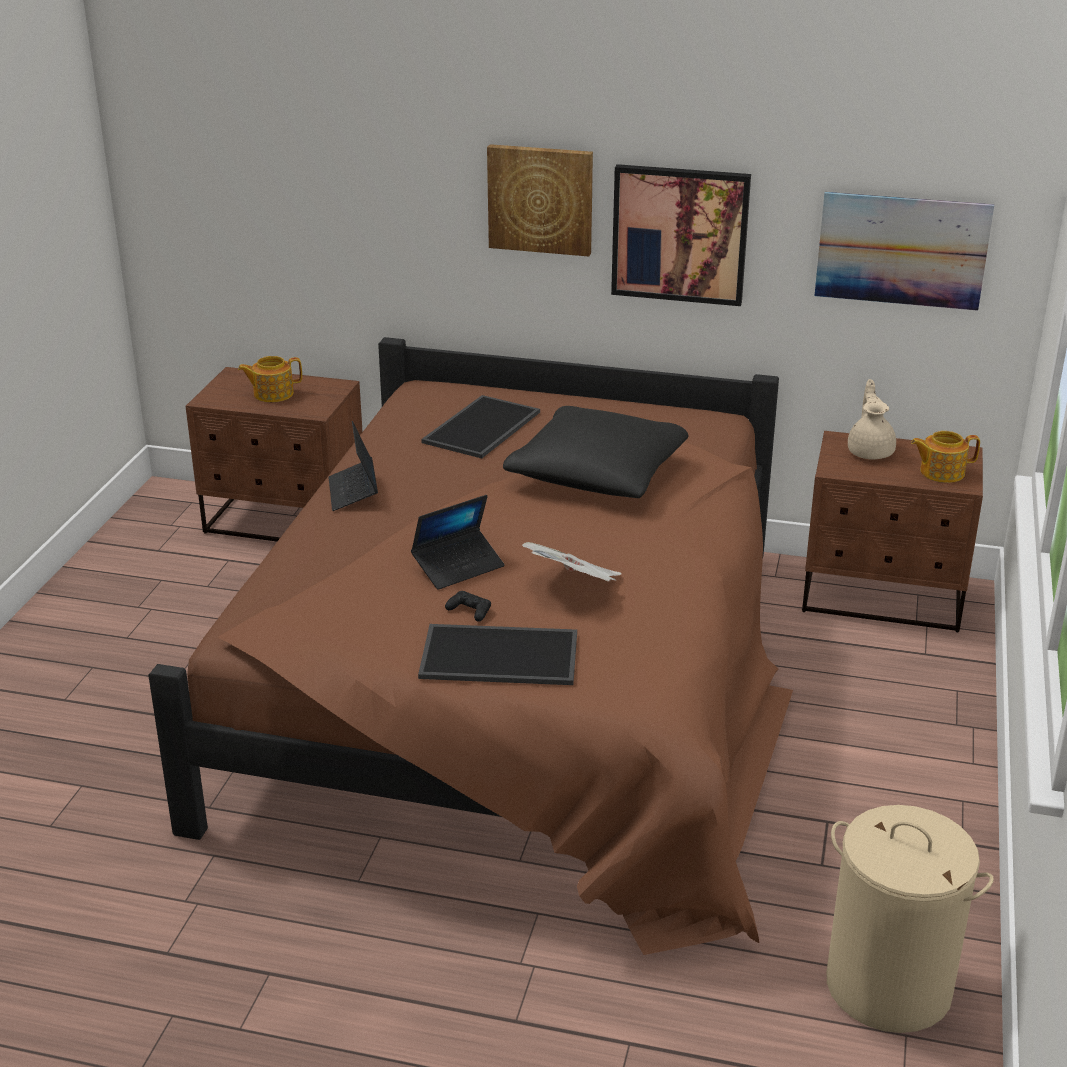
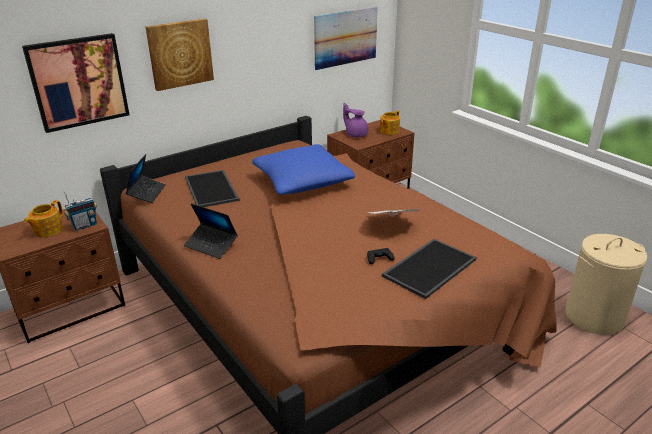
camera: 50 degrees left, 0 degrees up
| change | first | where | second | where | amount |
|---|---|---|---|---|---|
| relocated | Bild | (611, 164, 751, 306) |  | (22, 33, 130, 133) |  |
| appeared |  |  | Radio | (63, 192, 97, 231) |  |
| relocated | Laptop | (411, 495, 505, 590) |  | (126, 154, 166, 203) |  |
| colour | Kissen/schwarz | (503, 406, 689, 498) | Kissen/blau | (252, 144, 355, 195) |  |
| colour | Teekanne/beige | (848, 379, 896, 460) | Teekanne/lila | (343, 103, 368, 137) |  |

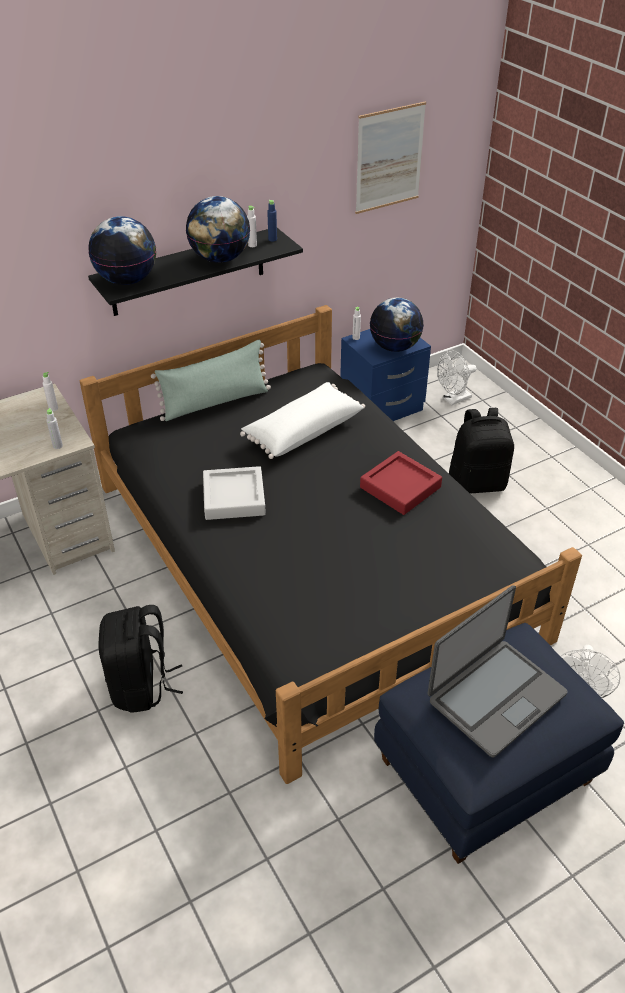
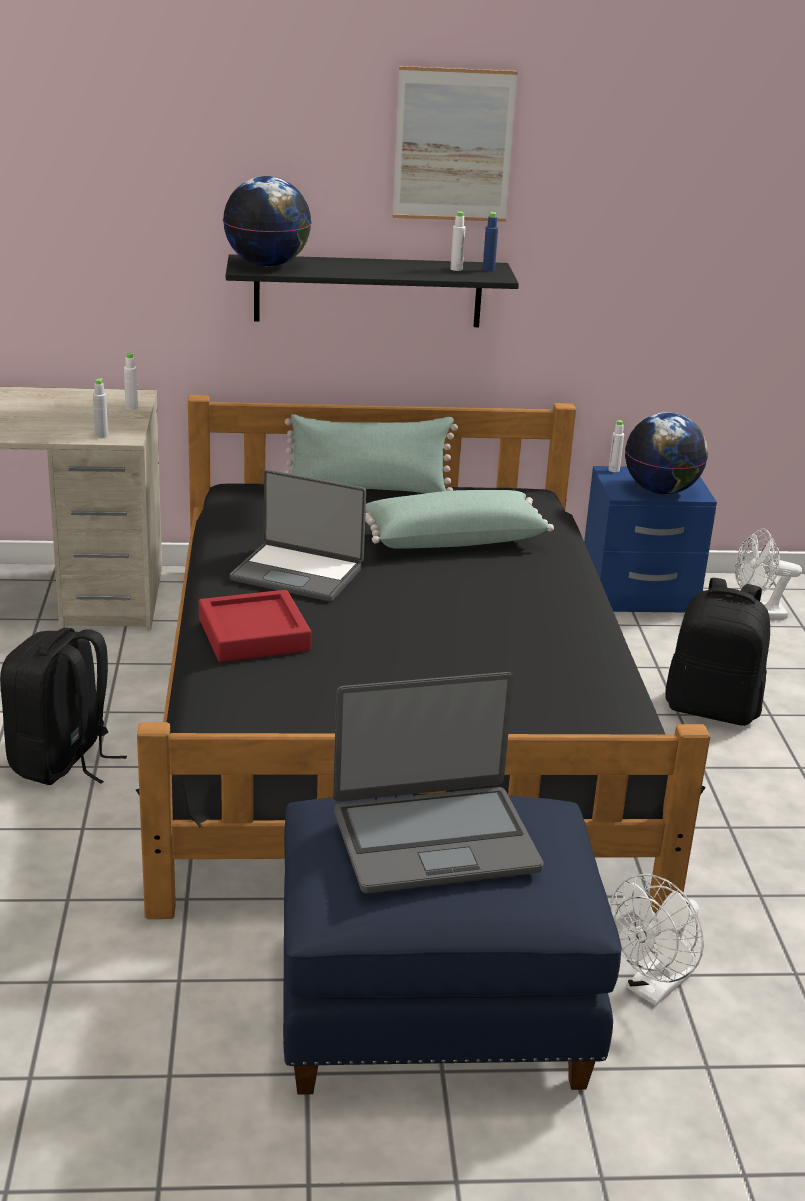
camera: 25 degrees right, 15 degrees down
| change | first | where | second | where | amount |
|---|---|---|---|---|---|
| relocated | Tablett/rot | (360, 451, 442, 515) |  | (199, 590, 311, 662) |  |
| exchanged | Tablett/grau | (203, 466, 266, 520) | Laptop | (230, 469, 366, 602) |  |
| colour | Kissen/weiß | (240, 382, 365, 459) | Kissen/grün | (365, 490, 554, 549) |  |
| relocated | Bild | (355, 102, 426, 214) |  | (393, 66, 518, 222) |  |
| missing | Globus | (186, 196, 250, 263) |  |  |  |

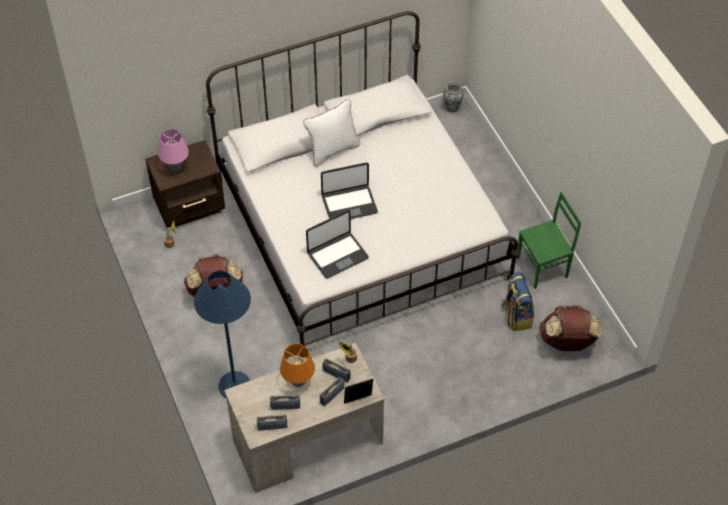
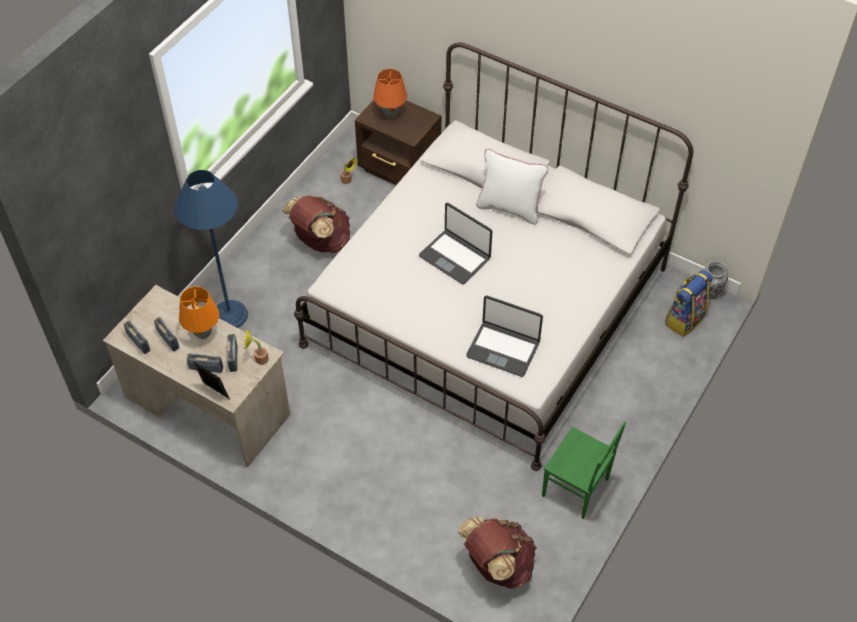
camera: 55 degrees right, 0 degrees up
| change | first | where | second | where | amount |
|---|---|---|---|---|---|
| colour | Tischlampe/rosa | (158, 129, 189, 171) | Tischlampe/orange | (373, 69, 407, 119) |  |
| relocated | Laptop | (306, 210, 369, 279) |  | (466, 296, 543, 377) |  |
| relocated | Rucksack | (502, 272, 534, 331) |  | (665, 270, 712, 337) |  |

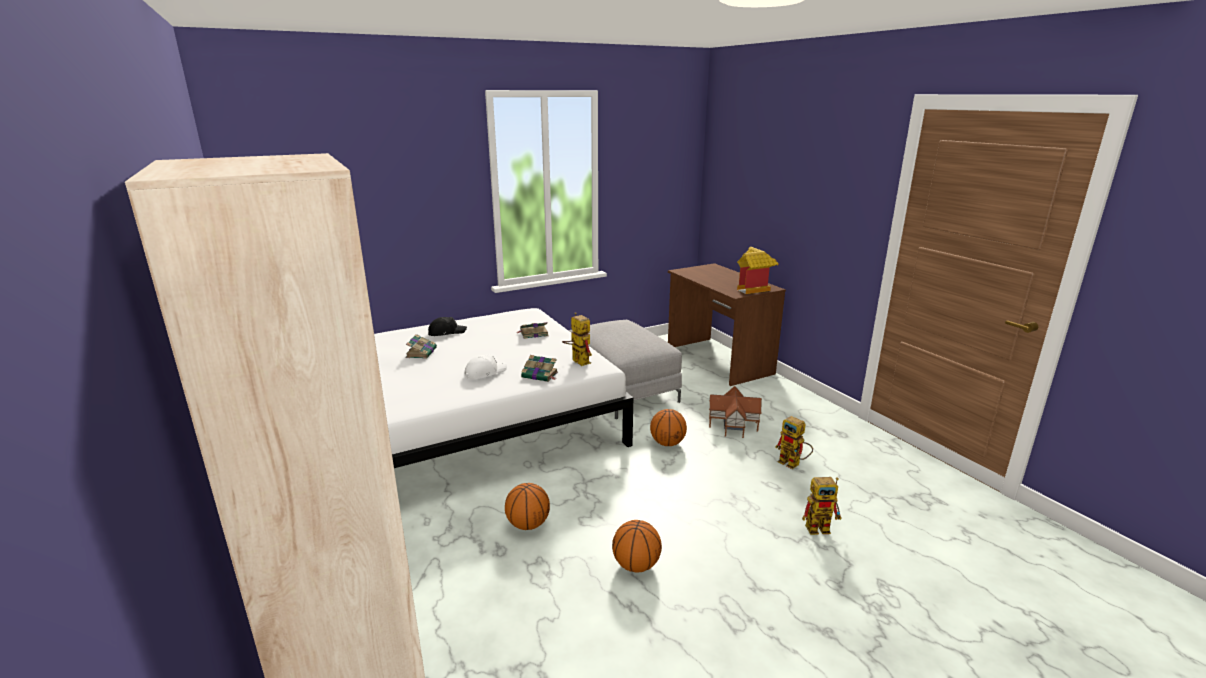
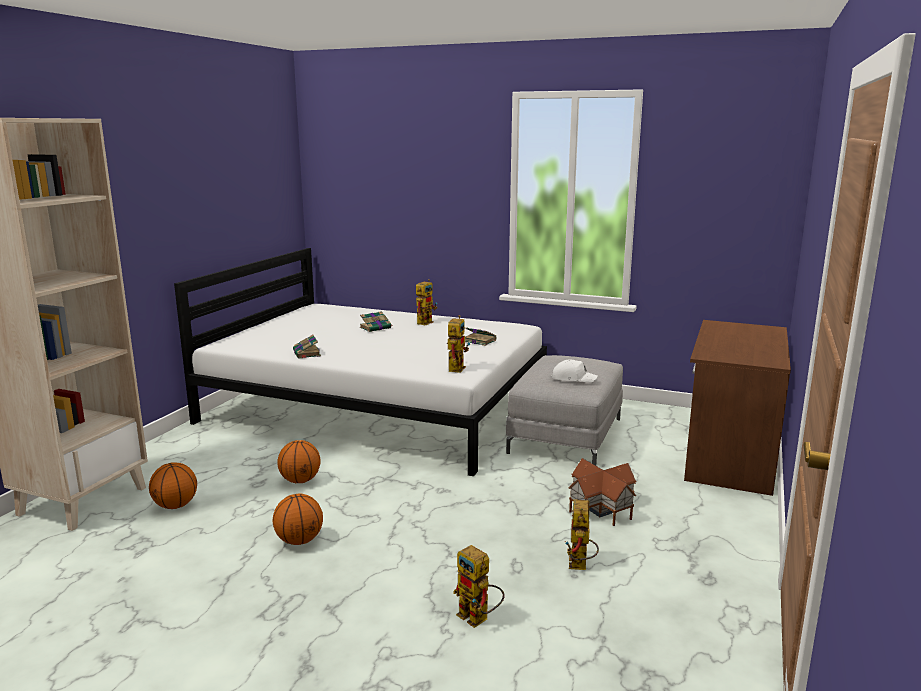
camera: 50 degrees right, 5 degrees down
| change | first | where | second | where | amount |
|---|---|---|---|---|---|
| relocated | Basketball | (650, 409, 687, 446) |  | (149, 462, 197, 509) |  |
| relocated | Buch | (521, 355, 558, 382) |  | (293, 335, 321, 359) |  |
| exchanged | Kappe/schwarz | (428, 317, 467, 336) | Spielzeugroboter | (416, 279, 437, 325) |  |
| relocated | Kappe/weiß | (465, 354, 507, 379) |  | (552, 359, 598, 383) |  |
| missing | Spielzeughaus | (737, 247, 779, 294) |  |  |  |

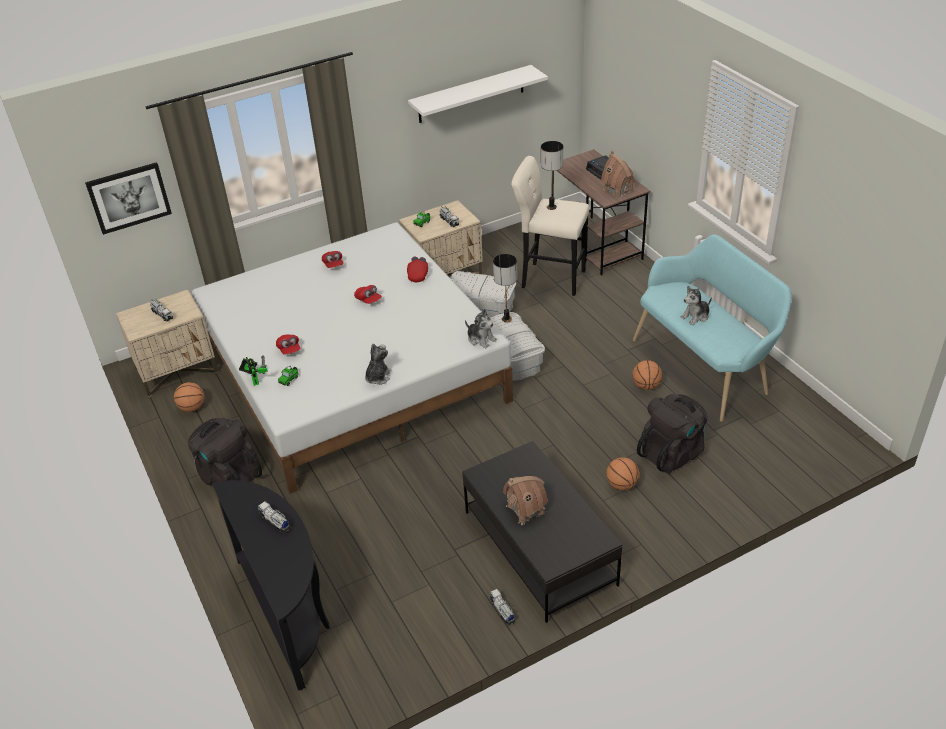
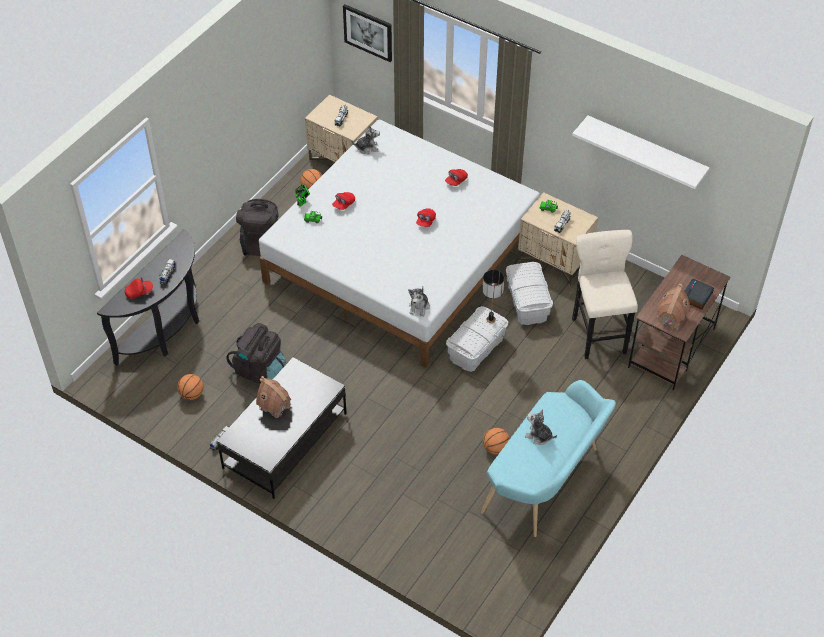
camera: 60 degrees right, 10 degrees up
| change | first | where | second | where | amount |
|---|---|---|---|---|---|
| relocated | Kappe/rot | (407, 257, 428, 282) |  | (125, 277, 153, 299) |  |
| relocated | Basketball | (606, 457, 640, 490) |  | (177, 374, 204, 400) |  |
| relocated | Rucksack/schwarz | (637, 394, 708, 473) |  | (226, 323, 286, 384) |  |
| relocated | Plüschtier | (365, 344, 392, 385) |  | (352, 125, 380, 154) |  |
| missing | Tischlampe | (541, 141, 563, 210) |  |  |  |

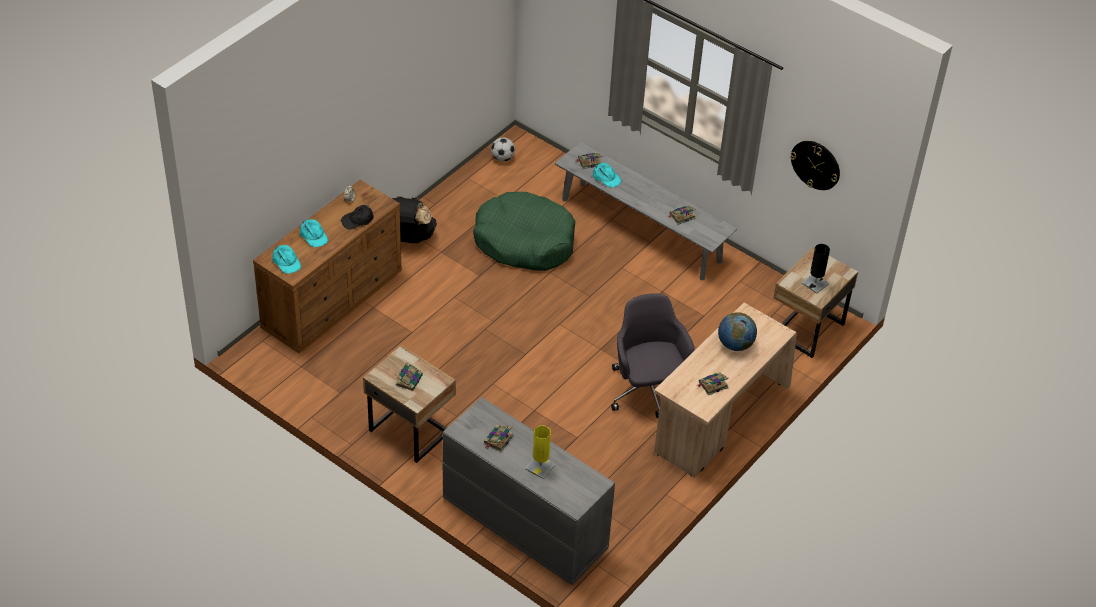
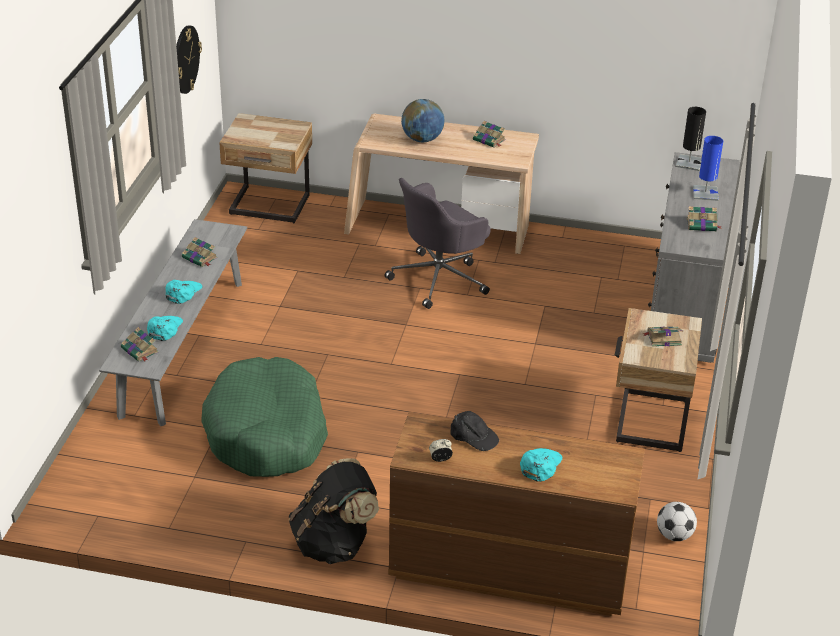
camera: 115 degrees left, 10 degrees down
| change | first | where | second | where | amount |
|---|---|---|---|---|---|
| relocated | Kappe/türkis | (272, 245, 301, 274) |  | (166, 280, 203, 304) |  |
| relocated | Fußball | (491, 137, 515, 162) |  | (657, 502, 697, 541) |  |
| relocated | Tischlampe/schwarz | (802, 244, 830, 294) |  | (676, 107, 706, 171) |  |
| colour | Tischlampe/gelb | (525, 426, 556, 479) | Tischlampe/blau | (693, 136, 723, 201) |  |

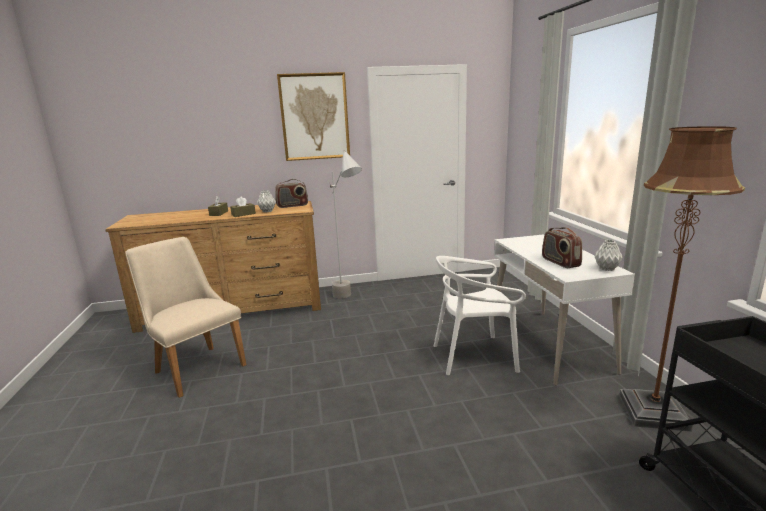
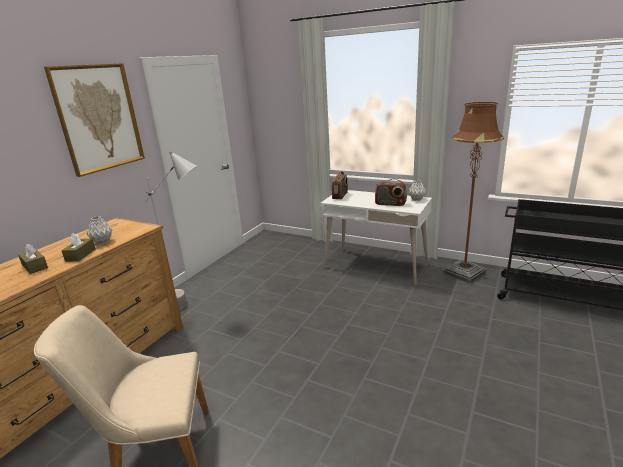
camera: 50 degrees left, 5 degrees up
| change | first | where | second | where | amount |
|---|---|---|---|---|---|
| relocated | Radio | (275, 179, 308, 208) |  | (332, 171, 348, 199) |  |
| missing | Stuhl/weiß | (434, 256, 526, 375) |  |  |  |

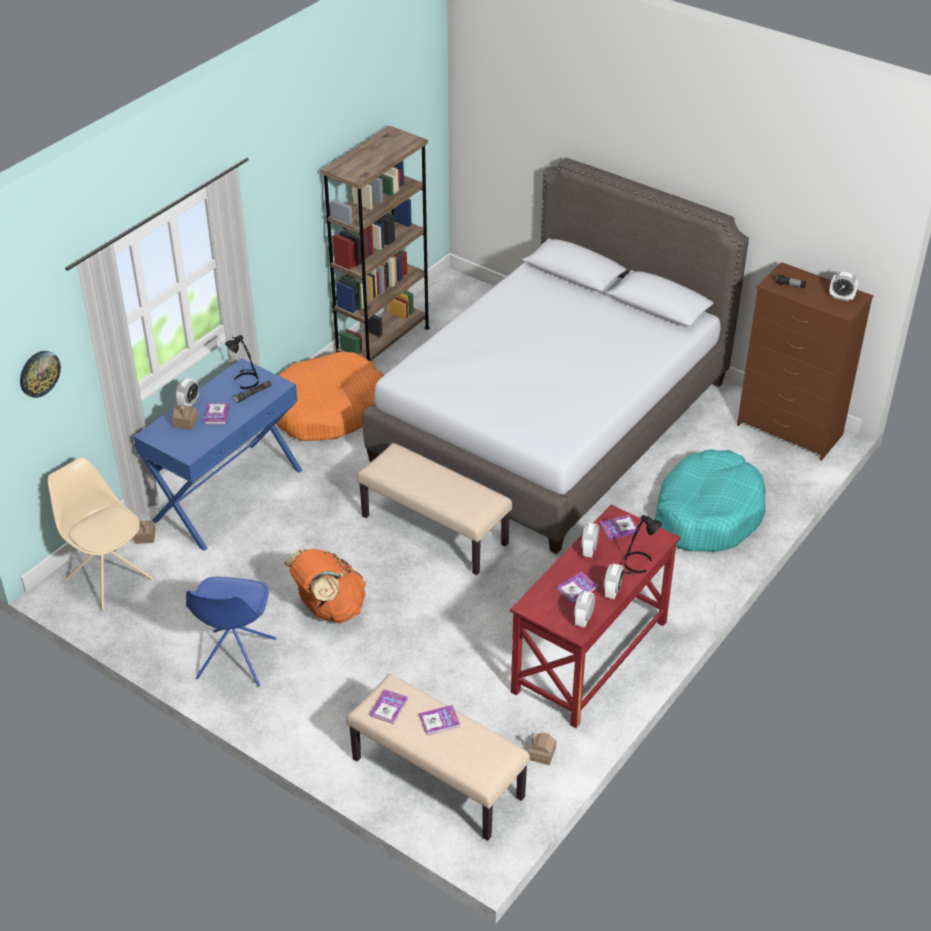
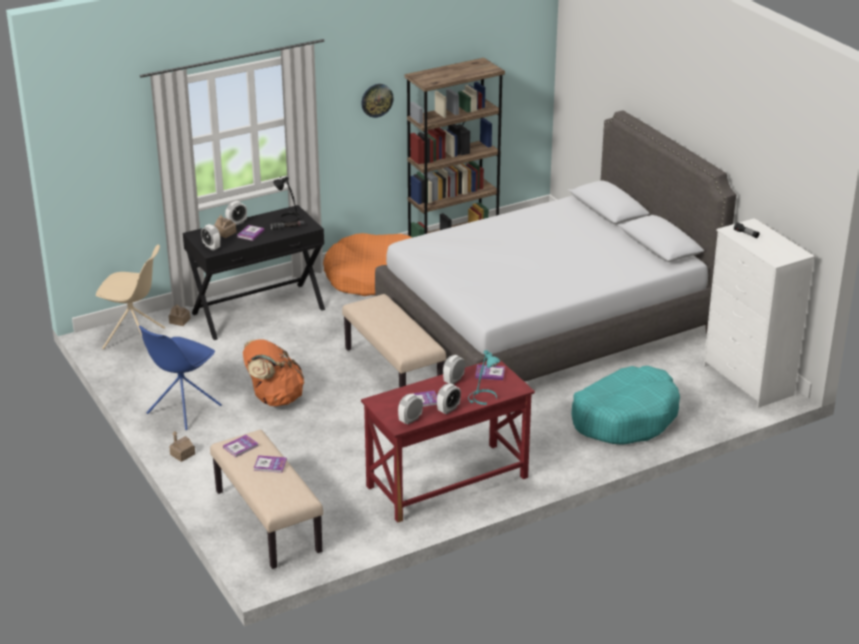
camera: 25 degrees right, 10 degrees down
| change | first | where | second | where | amount |
|---|---|---|---|---|---|
| spun | Stuhl/beige | (48, 457, 153, 610) |  | (96, 244, 165, 350) | 120 degrees clockwise |
| relocated | Spielzeughaus | (529, 732, 556, 765) |  | (169, 431, 195, 462) |  |
| colour | Konsolentisch/blau | (134, 358, 302, 551) | Konsolentisch/schwarz | (183, 205, 325, 340) |  |
| relocated | Wecker | (830, 271, 858, 301) |  | (201, 224, 220, 251) |  |
| relocated | Wanduhr | (20, 351, 61, 398) |  | (361, 84, 394, 118) |  |
| colour | Tischlampe/schwarz | (621, 515, 662, 575) | Tischlampe/türkis | (468, 350, 500, 405) |  |
| colour | Kommode/braun | (737, 262, 873, 461) | Kommode/weiß | (703, 218, 815, 408) |  |

